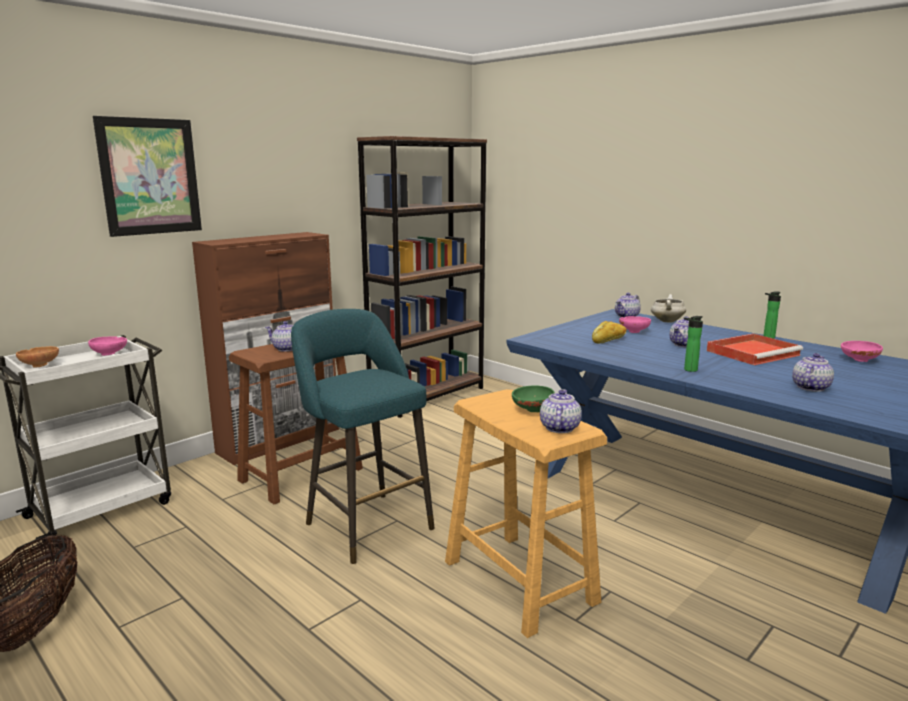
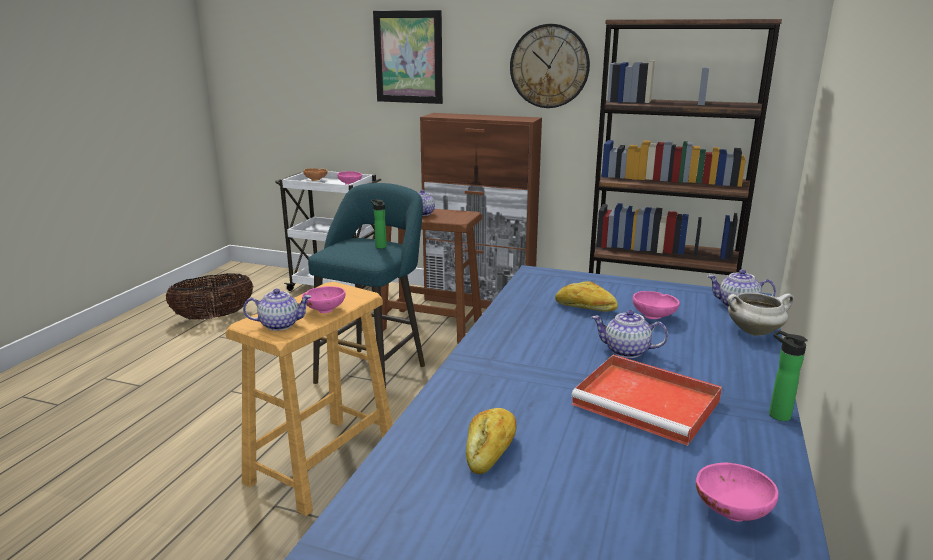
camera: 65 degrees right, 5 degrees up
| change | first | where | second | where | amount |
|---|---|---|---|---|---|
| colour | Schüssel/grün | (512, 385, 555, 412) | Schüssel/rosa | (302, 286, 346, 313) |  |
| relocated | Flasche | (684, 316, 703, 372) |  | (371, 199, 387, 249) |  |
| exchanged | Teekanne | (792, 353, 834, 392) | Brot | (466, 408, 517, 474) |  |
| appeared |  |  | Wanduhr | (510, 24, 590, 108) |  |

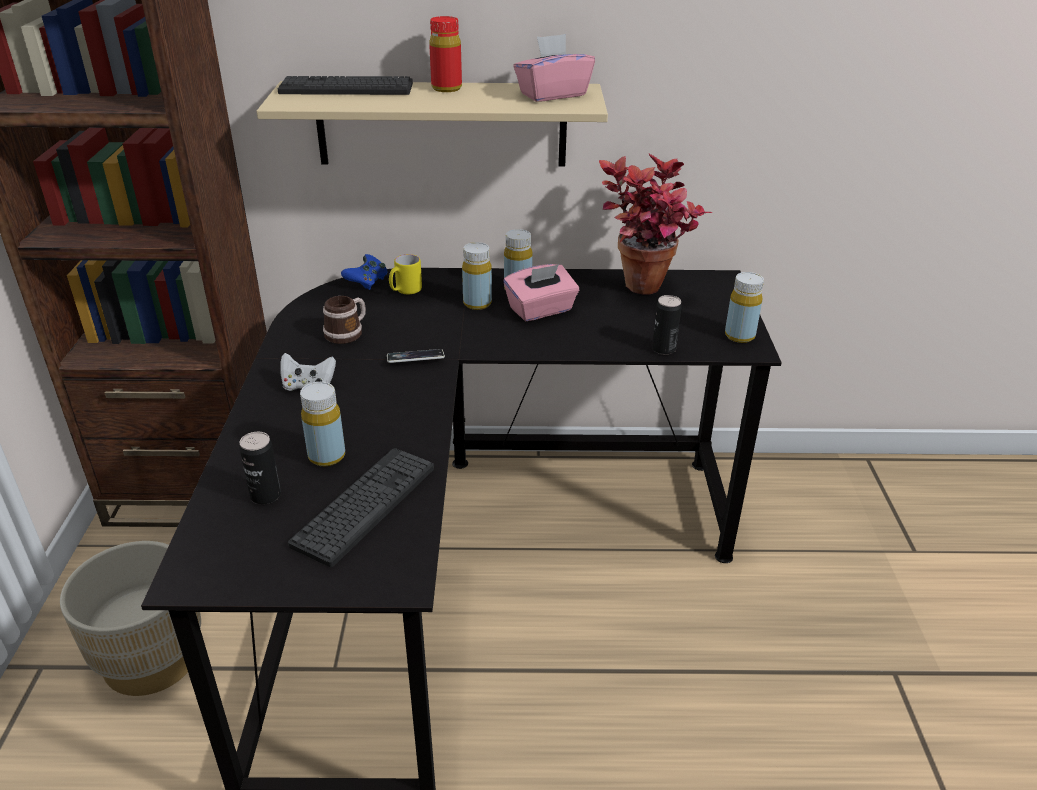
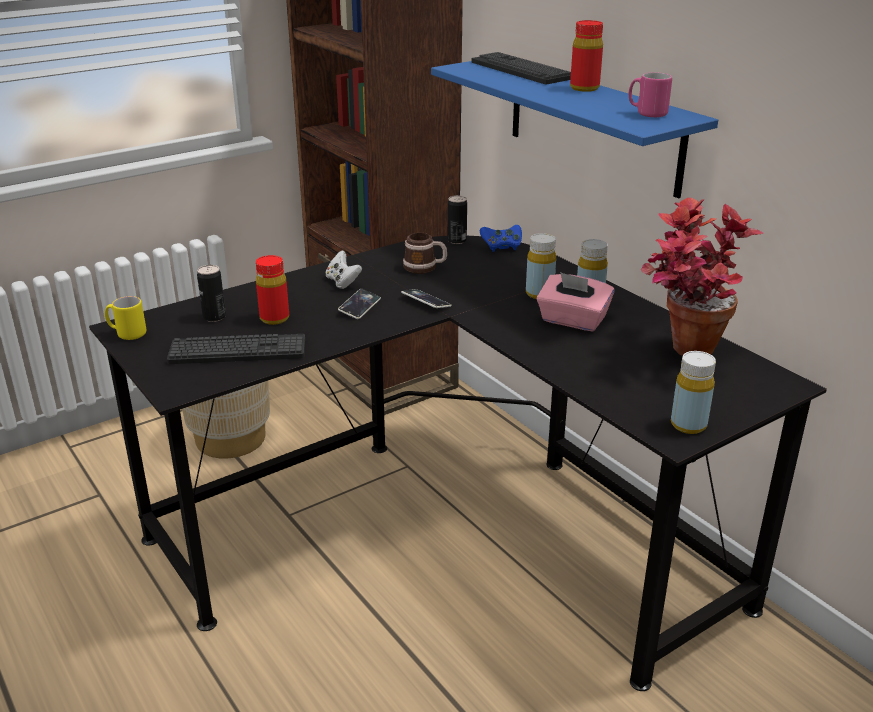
camera: 55 degrees right, 5 degrees down
| change | first | where | second | where | amount |
|---|---|---|---|---|---|
| relocated | Henkelbecher/gelb | (389, 254, 422, 294) |  | (105, 296, 146, 340) |  |
| colour | Flasche/gelb | (300, 382, 345, 466) | Flasche/rot | (256, 255, 289, 325) |  |
| appeared |  |  | Handy | (338, 289, 381, 319) |  |
| colour | Wandregal/beige | (257, 81, 608, 167) | Wandregal/blau | (431, 61, 718, 198) |  |
| relocated | Dose | (652, 295, 682, 355) |  | (447, 195, 467, 244) |  |
| exchanged | Taschentuchbox/rosa | (513, 34, 595, 102) | Henkelbecher/rosa | (629, 72, 672, 117) |  |

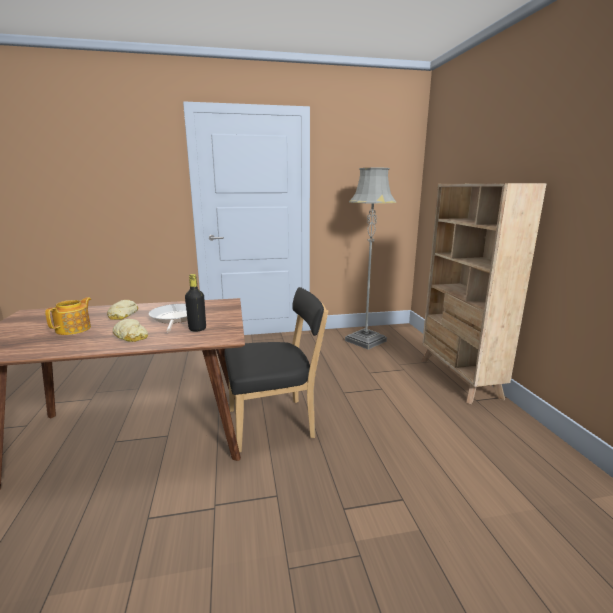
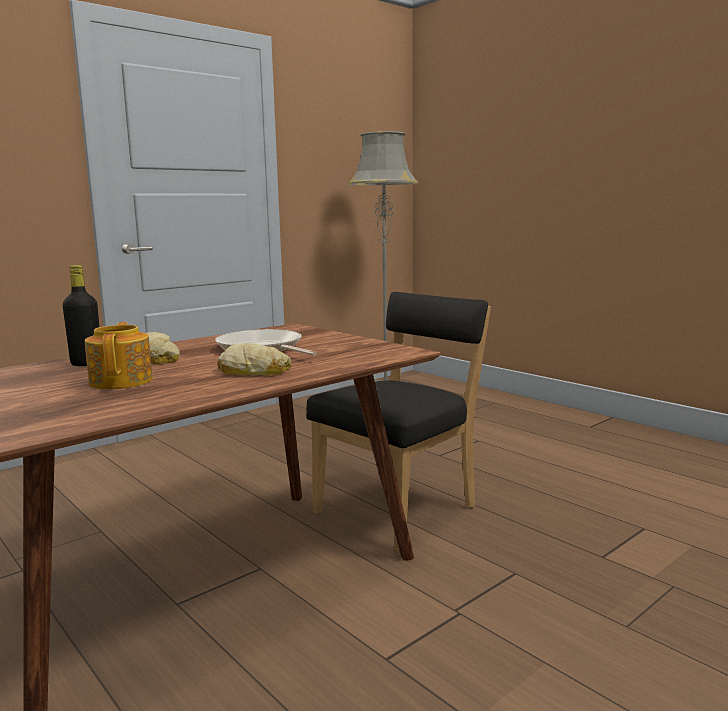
camera: 30 degrees left, 5 degrees down
| change | first | where | second | where | amount |
|---|---|---|---|---|---|
| relocated | Flasche/schwarz | (185, 274, 206, 331) |  | (62, 265, 99, 366) |  |
| missing | Bücherregal/beige | (421, 183, 547, 404) |  |  |  |

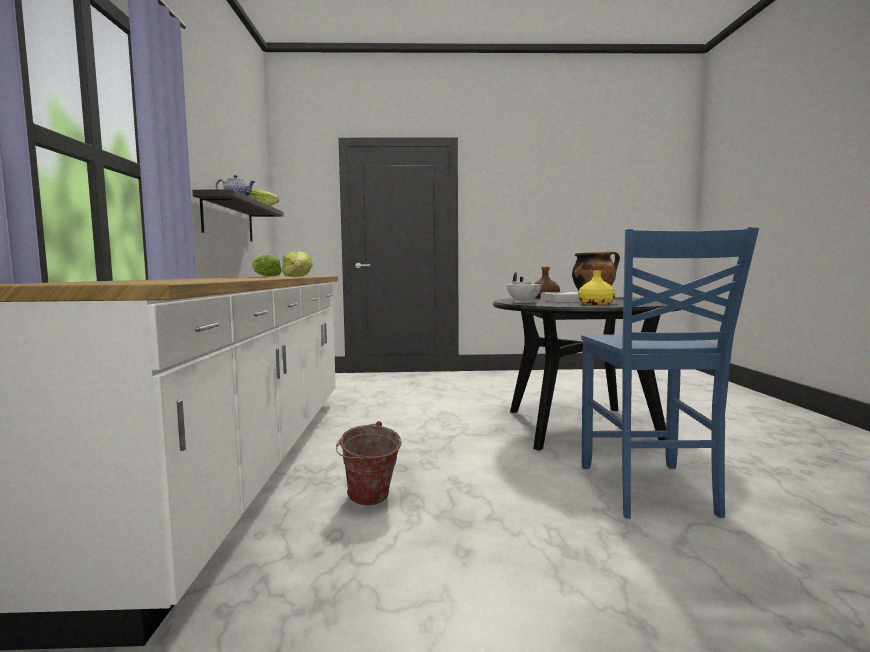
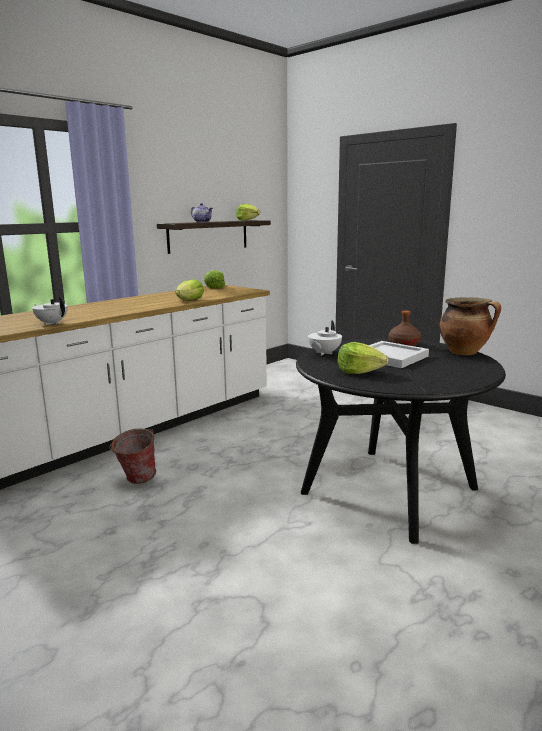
camera: 45 degrees right, 10 degrees up
| change | first | where | second | where | amount |
|---|---|---|---|---|---|
| appeared |  |  | Teekanne/weiß | (32, 296, 68, 325) |  |
| exchanged | Flasche/gelb | (578, 265, 615, 305) | Salatkopf | (338, 342, 388, 374) |  |
| missing | Stuhl/blau | (581, 227, 759, 519) |  |  |  |

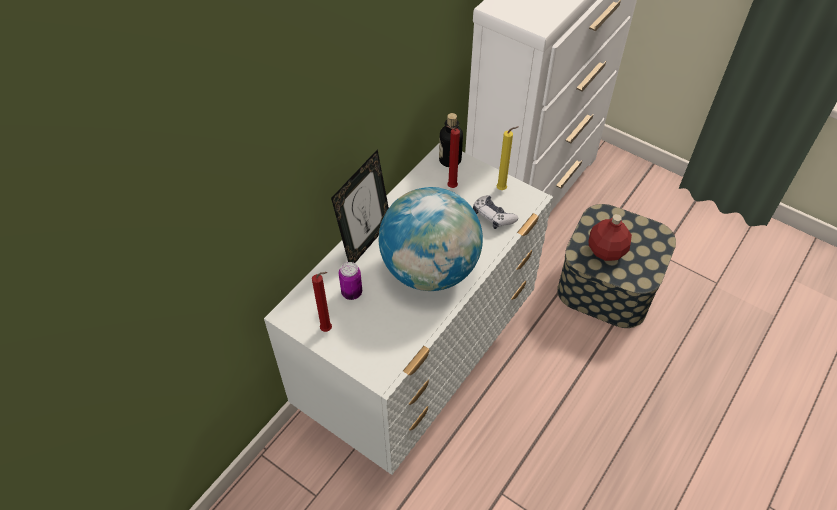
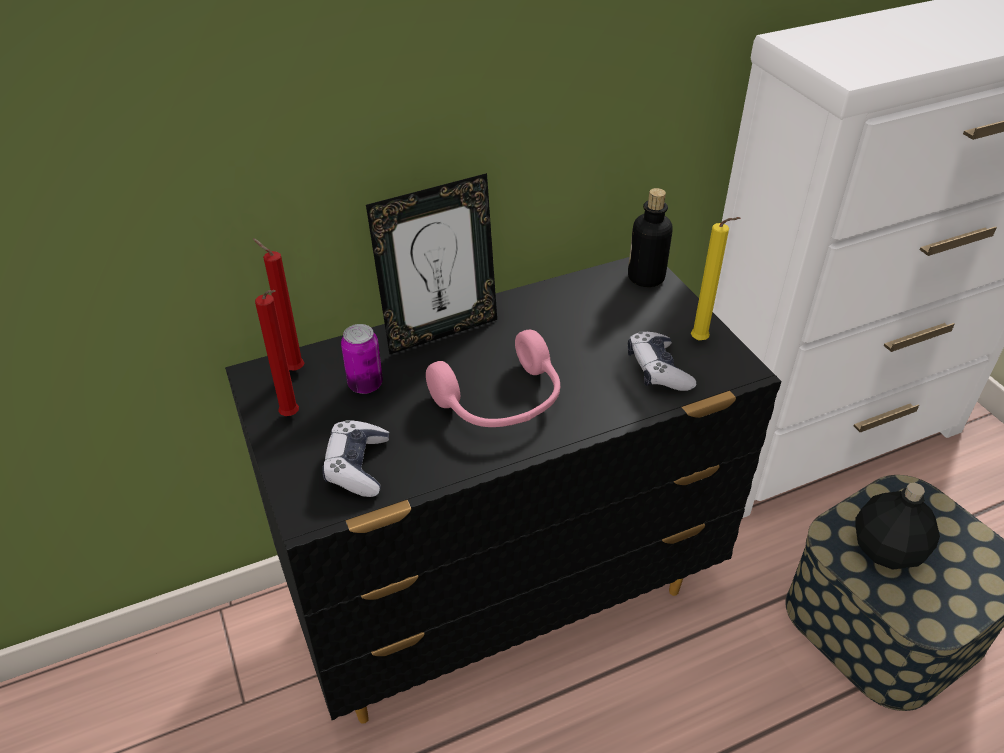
camera: 30 degrees right, 10 degrees down
| change | first | where | second | where | amount |
|---|---|---|---|---|---|
| colour | Kommode/weiß | (264, 143, 553, 475) | Kommode/schwarz | (225, 257, 781, 724) |  |
| relocated | Kerze/rot | (447, 126, 460, 188) |  | (253, 238, 304, 370) |  |
| appeared |  |  | Gamepad | (322, 420, 389, 497) |  |
| exchanged | Globus | (379, 187, 483, 291) | Kopfhörer/rosa | (426, 330, 560, 427) |  |
| colour | Flasche/rot | (588, 214, 632, 261) | Flasche/schwarz | (856, 483, 940, 570) |  |

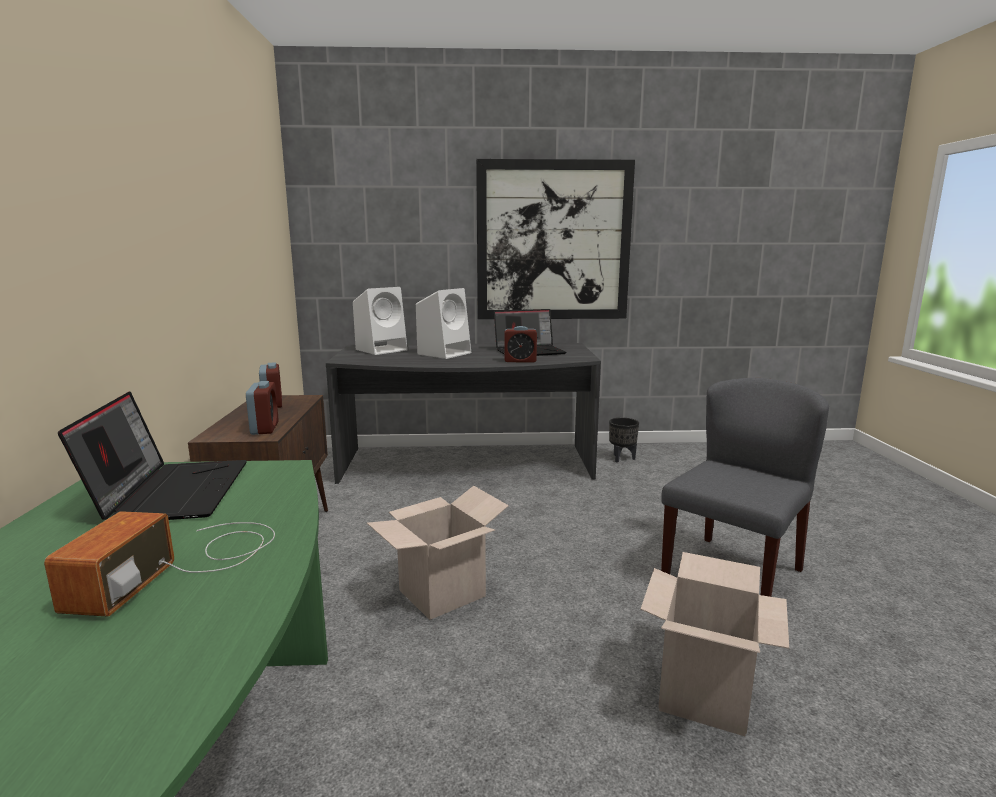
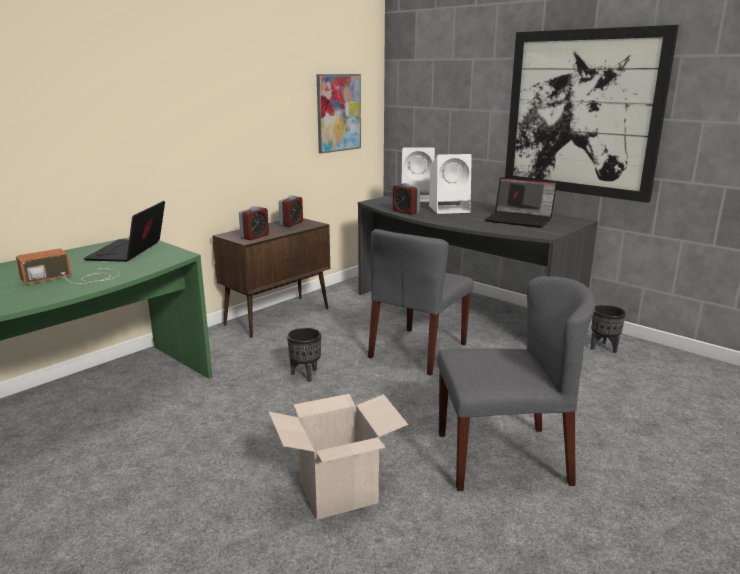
camera: 45 degrees right, 5 degrees up
| change | first | where | second | where | amount |
|---|---|---|---|---|---|
| spun | Laptop | (58, 391, 247, 520) |  | (83, 201, 165, 262) | 150 degrees clockwise |
| exchanged | Karton | (367, 486, 509, 620) | Pflanzkübel/schwarz | (287, 328, 321, 382) |  |
| appeared |  |  | Bild | (317, 74, 361, 154) |  |
| appeared |  |  | Stuhl/grau | (368, 229, 474, 376) |  |
| relocated | Wecker | (505, 326, 537, 362) |  | (393, 183, 420, 215) |  |

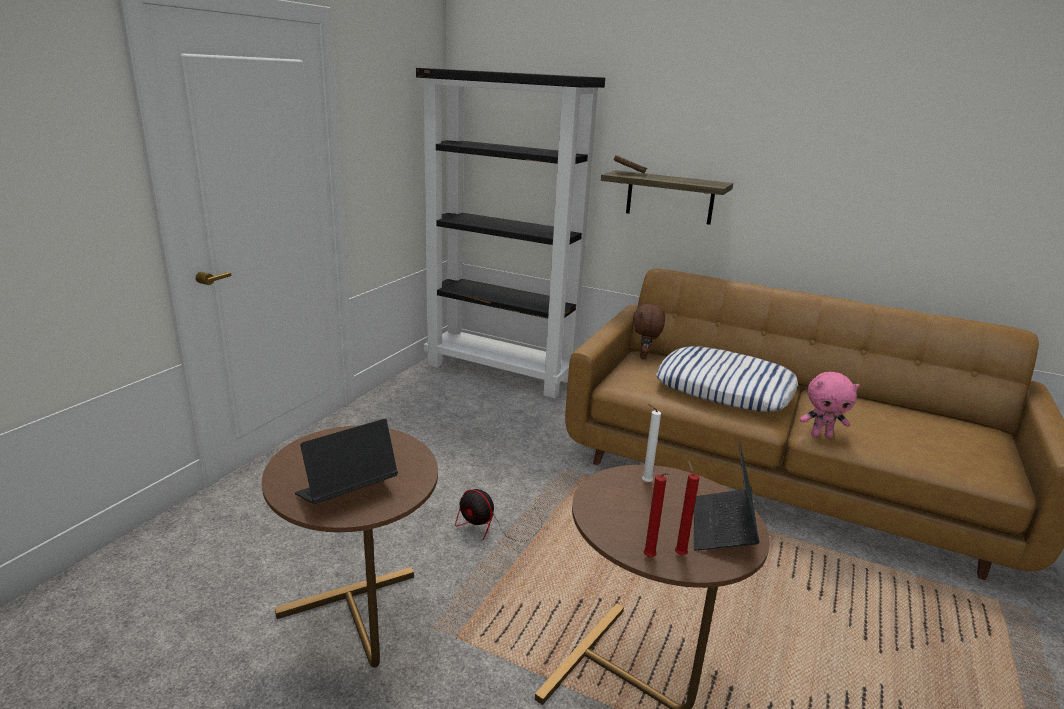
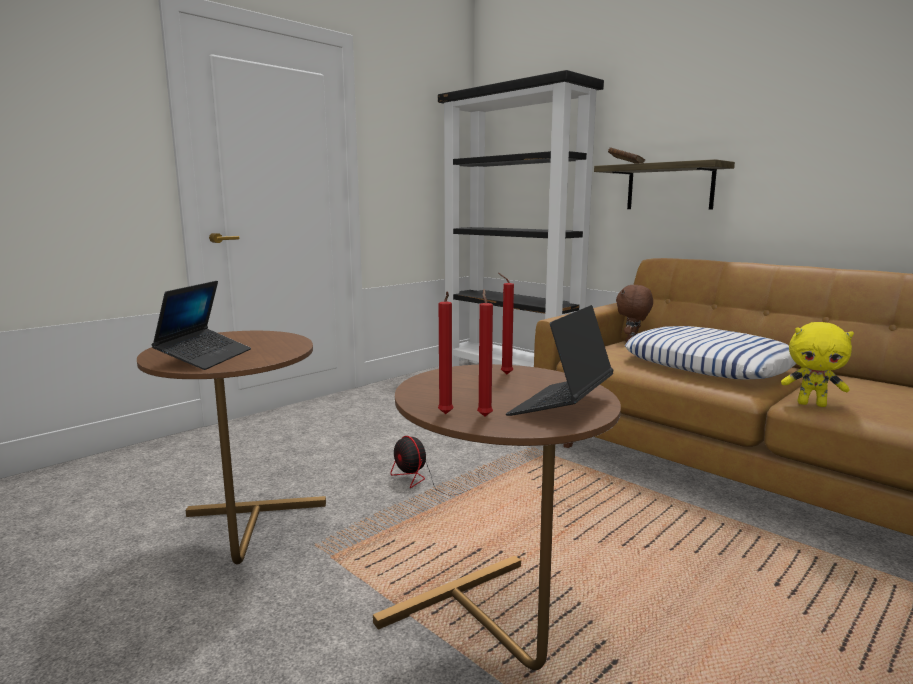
camera: 20 degrees right, 10 degrees down
| change | first | where | second | where | amount |
|---|---|---|---|---|---|
| spun | Laptop | (295, 419, 398, 504) |  | (152, 281, 251, 370) | 120 degrees clockwise |
| colour | Kerze/weiß | (642, 404, 661, 483) | Kerze/rot | (498, 273, 514, 374) |  |
| colour | Plüschtier/rosa | (800, 372, 860, 438) | Plüschtier/gelb | (781, 322, 854, 407) |  |

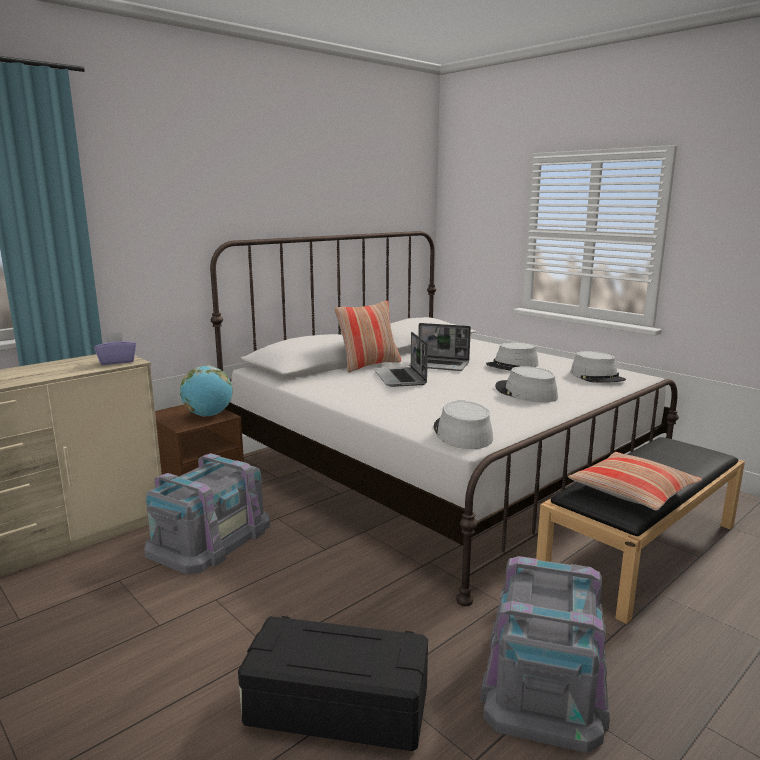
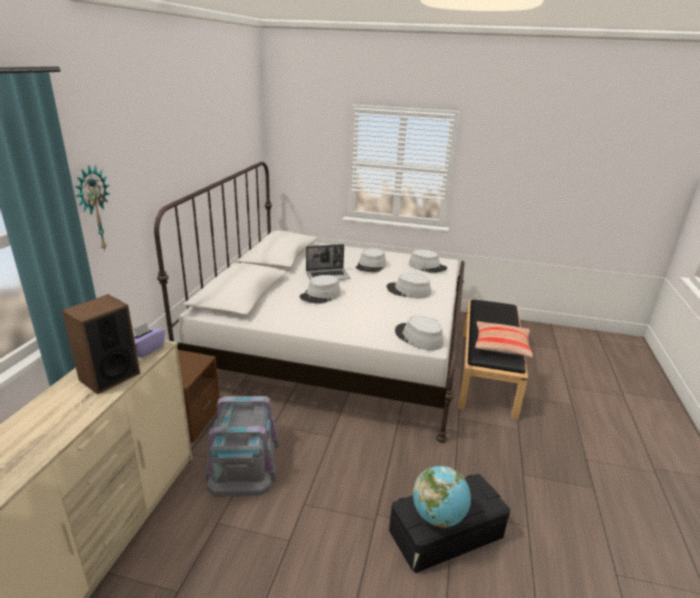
camera: 35 degrees left, 10 degrees up
| change | first | where | second | where | amount |
|---|---|---|---|---|---|
| appeared |  |  | Lautsprecher | (62, 294, 140, 394) |  |
| appeared |  |  | Wanduhr | (75, 165, 110, 250) |  |
| exchanged | Laptop | (374, 332, 428, 387) | Hut/grau | (300, 275, 341, 304) |  |
| relocated | Globus | (180, 366, 233, 417) |  | (413, 466, 471, 528) |  |
| missing | Kissen | (334, 300, 401, 373) |  |  |  |
| missing | Aufbewahrungsbox/grau | (480, 556, 610, 753) |  |  |  |

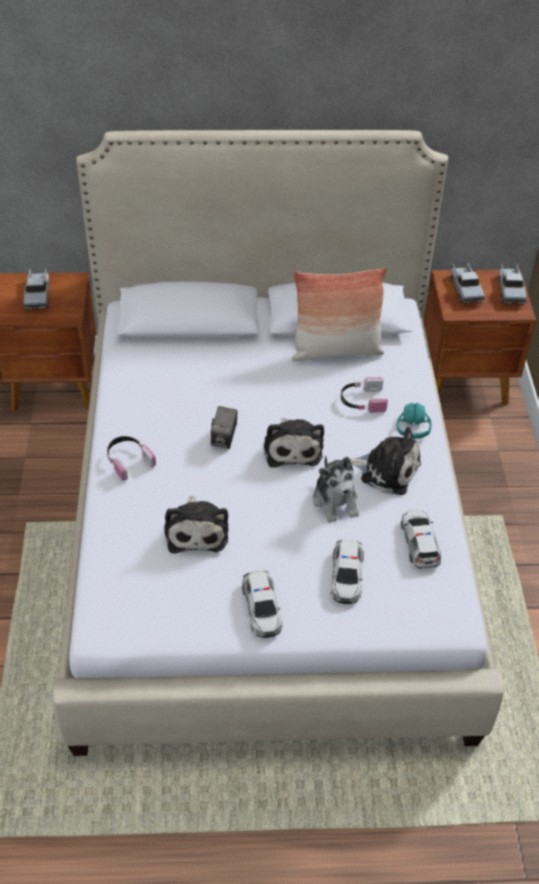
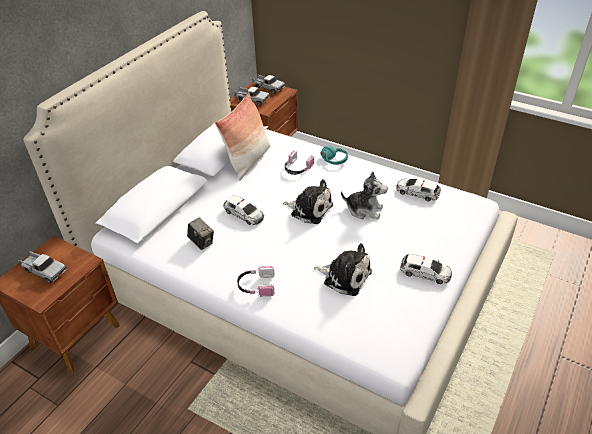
camera: 55 degrees left, 5 degrees down
| change | first | where | second | where | amount |
|---|---|---|---|---|---|
| relocated | Kamera | (211, 406, 237, 449) |  | (187, 218, 214, 250) |  |
| relocated | Spielzeugauto | (331, 540, 364, 604) |  | (223, 195, 264, 225) |  |
| missing | Plüschtier | (349, 427, 421, 495) |  |  |  |

